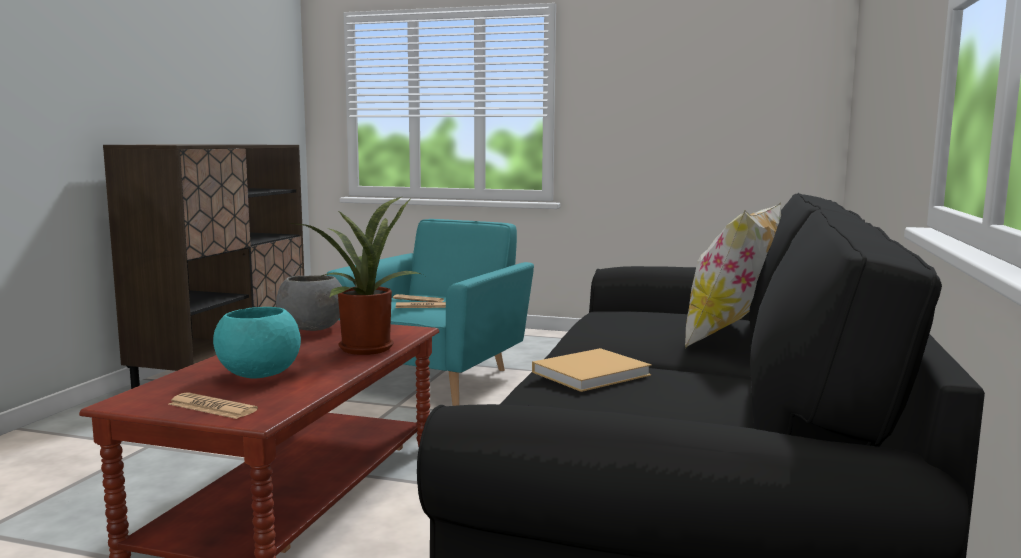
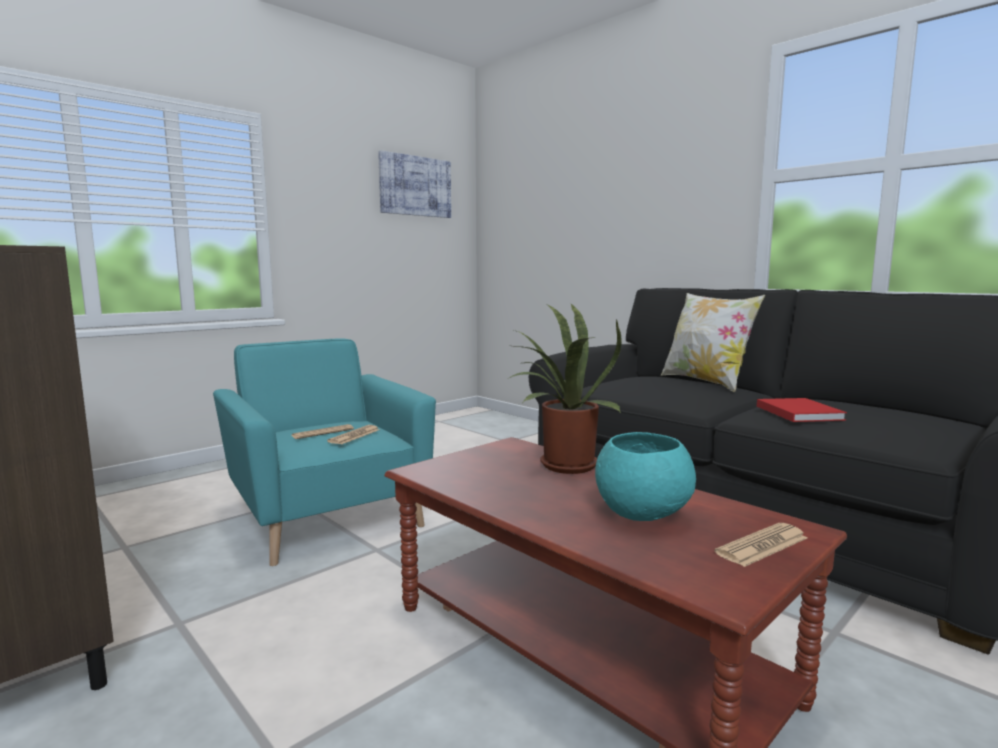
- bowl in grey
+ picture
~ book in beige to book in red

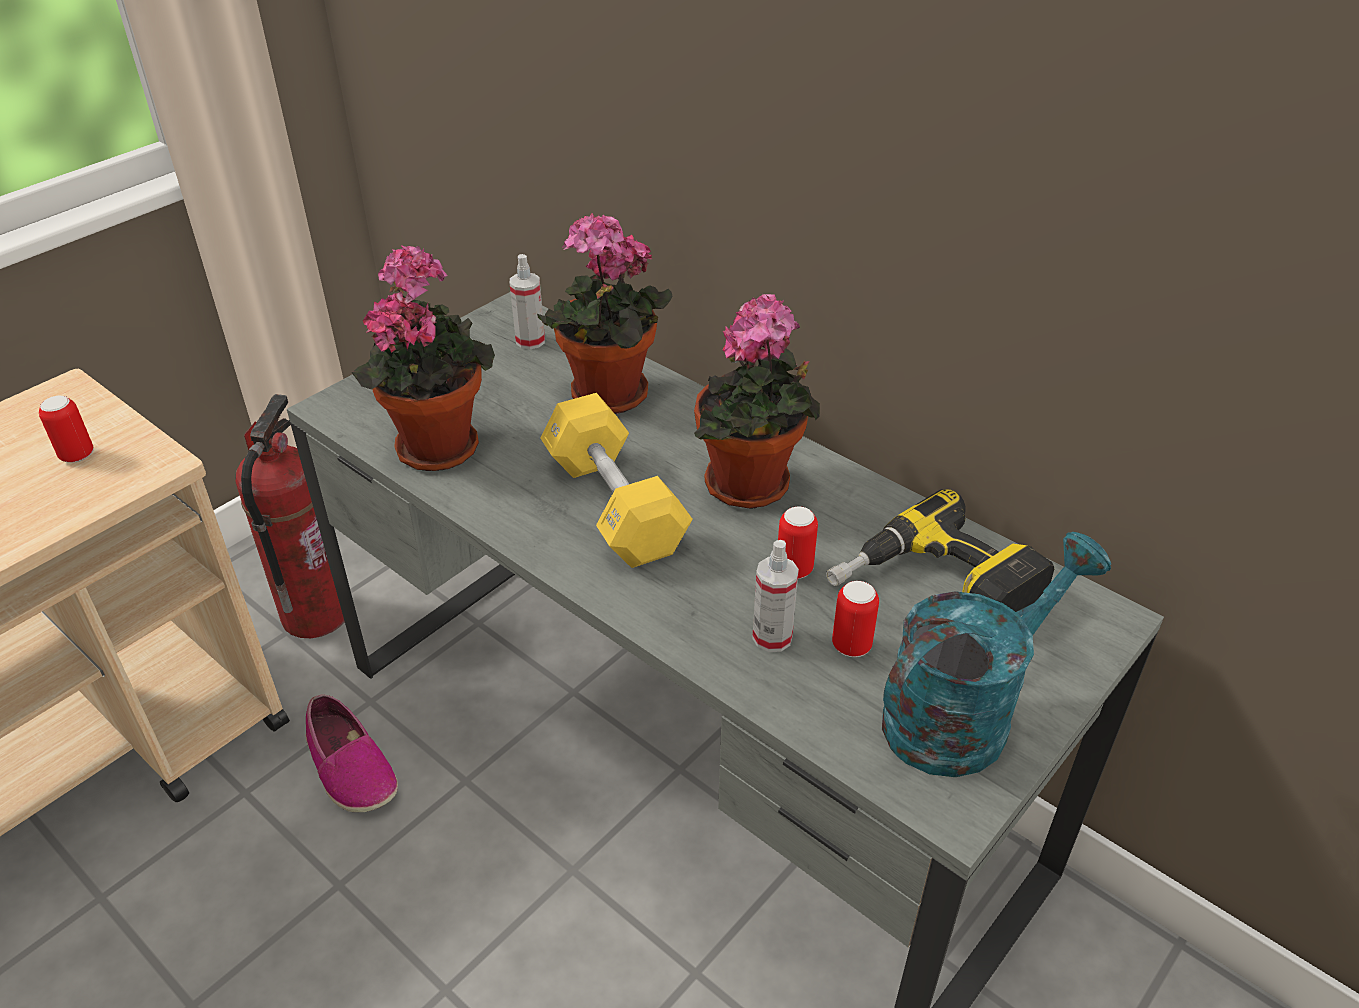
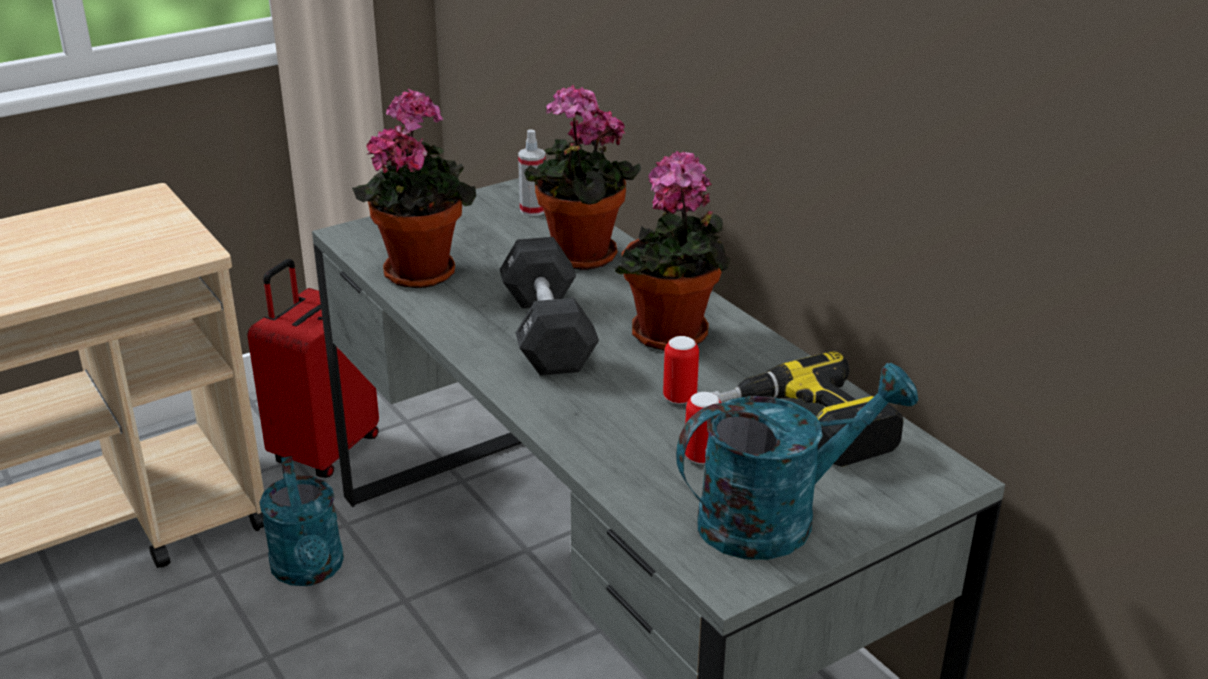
- can (1st from left)
- spray bottle (2nd from left)
~ fire extinguisher to suitcase in red
~ shoe to watering can in turquoise (1st from left)
~ dumbbell in yellow to dumbbell in black

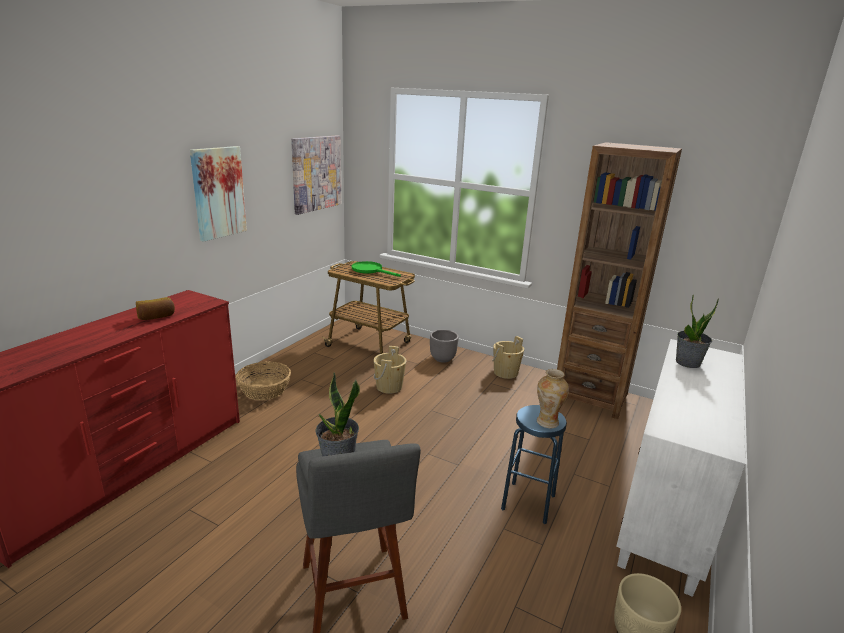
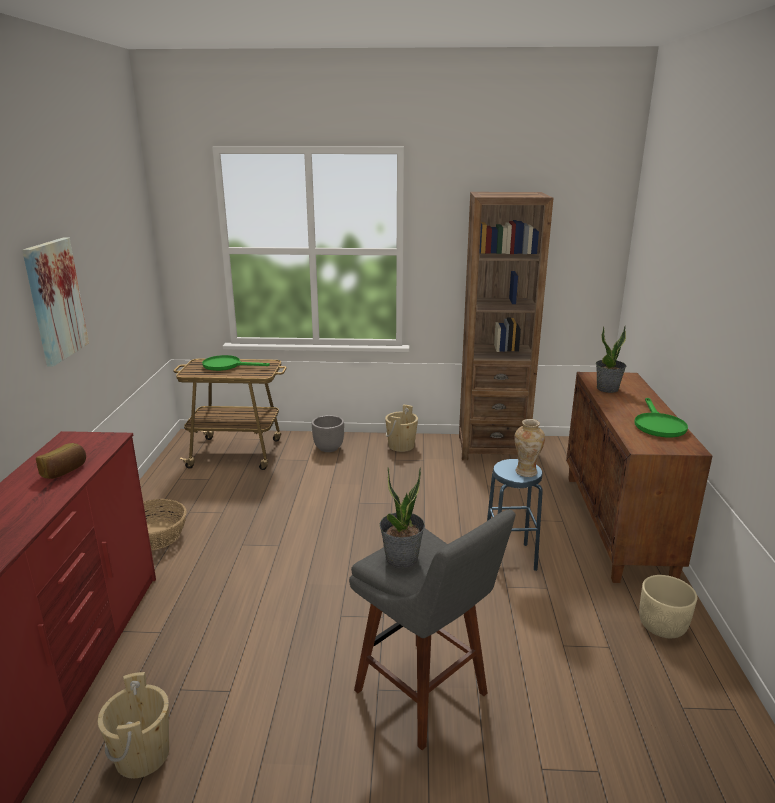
- picture (2nd from left)
+ frying pan in green (2nd from left)
~ bucket in beige (1st from left)
~ cabinet in white to cabinet in brown

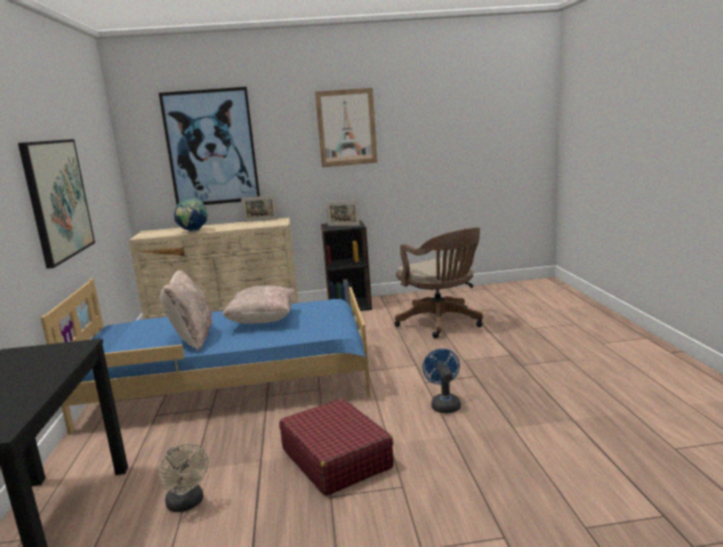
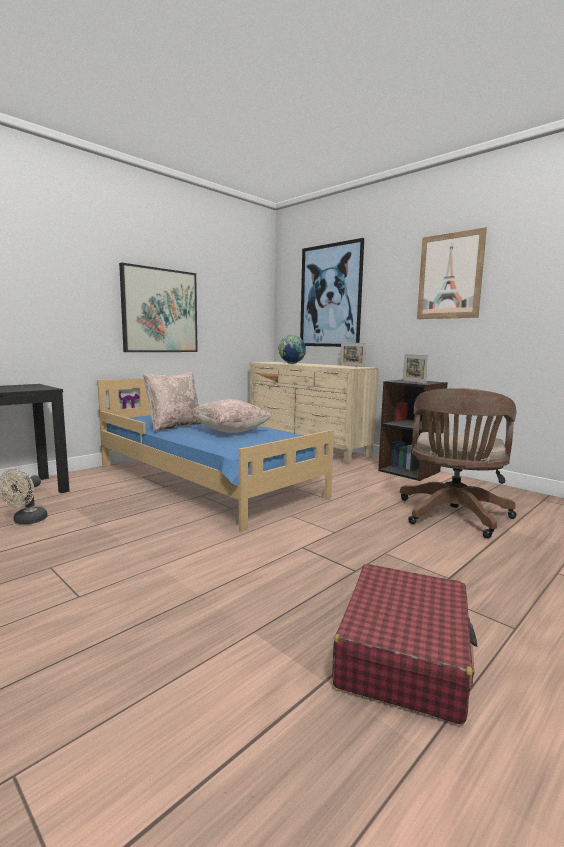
- fan in blue
~ suitcase in red

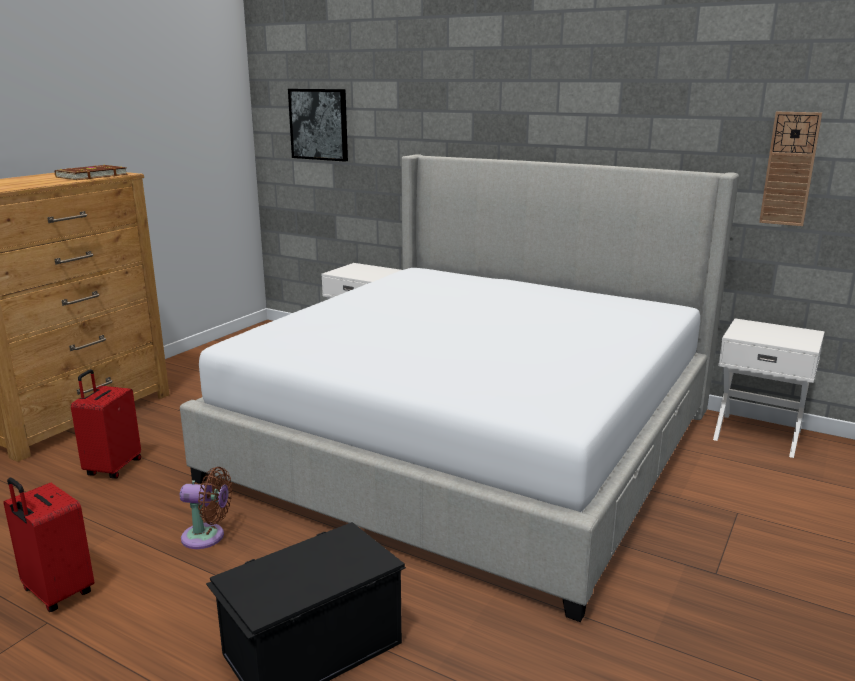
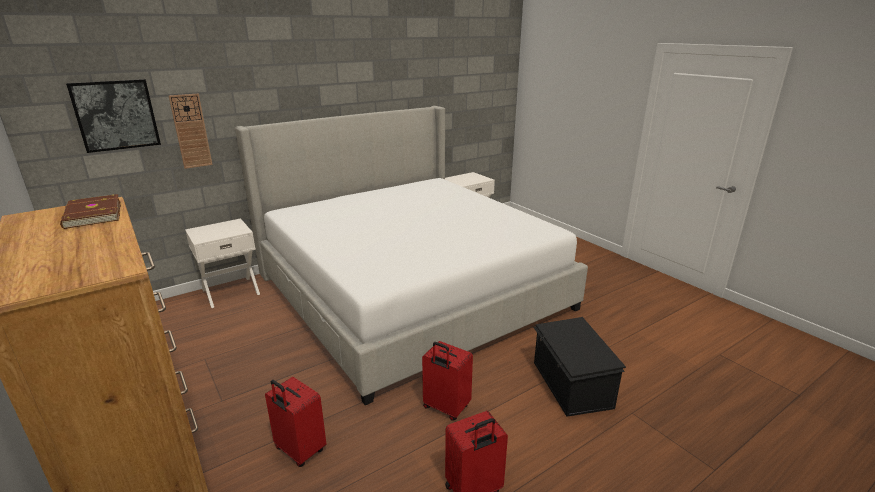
~ wall clock
~ fan in brown to suitcase in red (2nd from left)

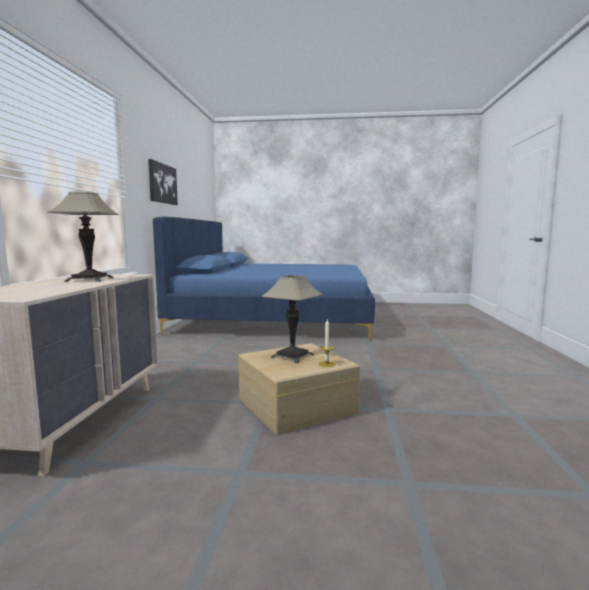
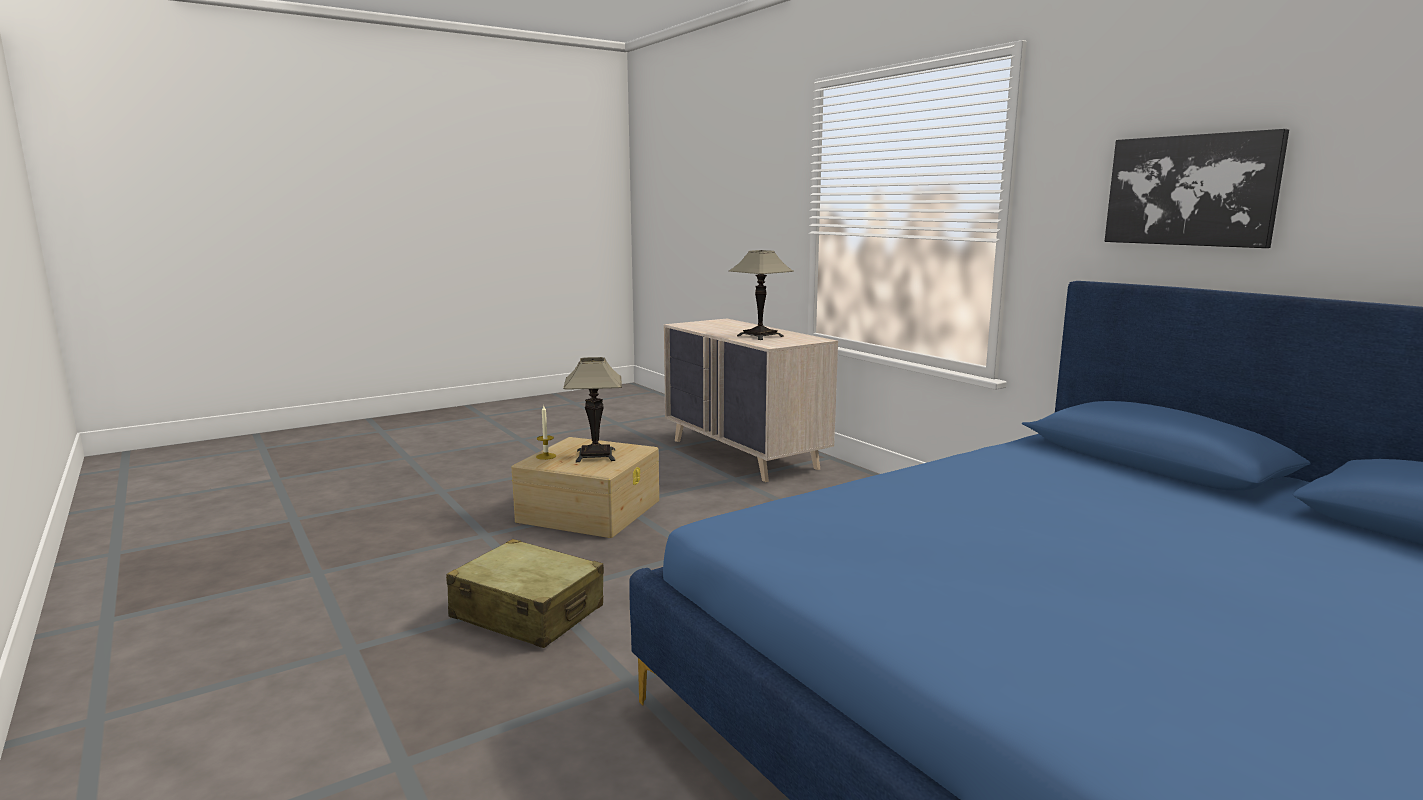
+ suitcase in beige

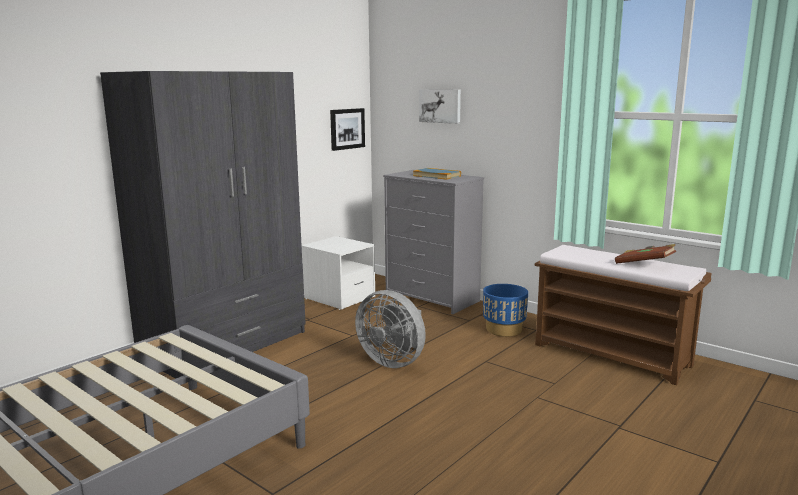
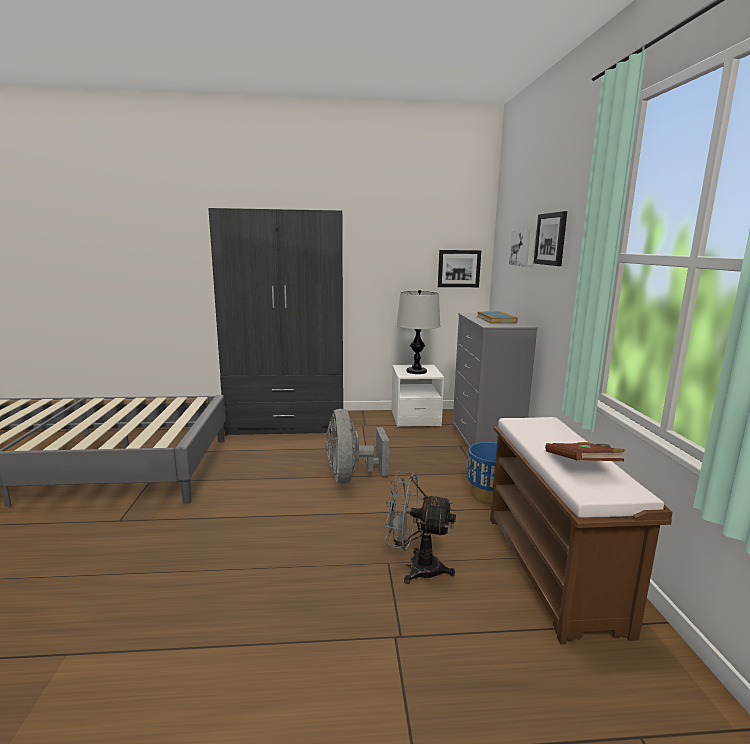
+ fan in grey (2nd from left)
+ table lamp
+ picture (3rd from left)

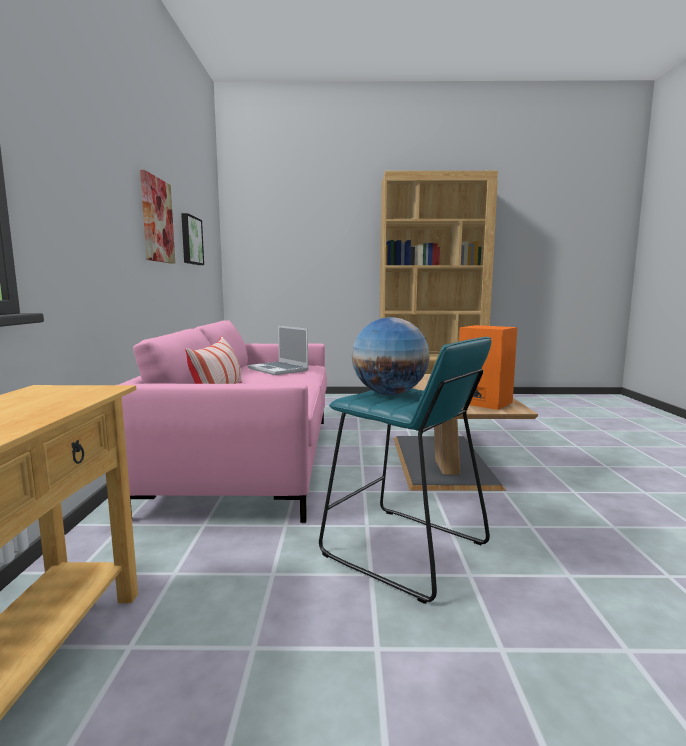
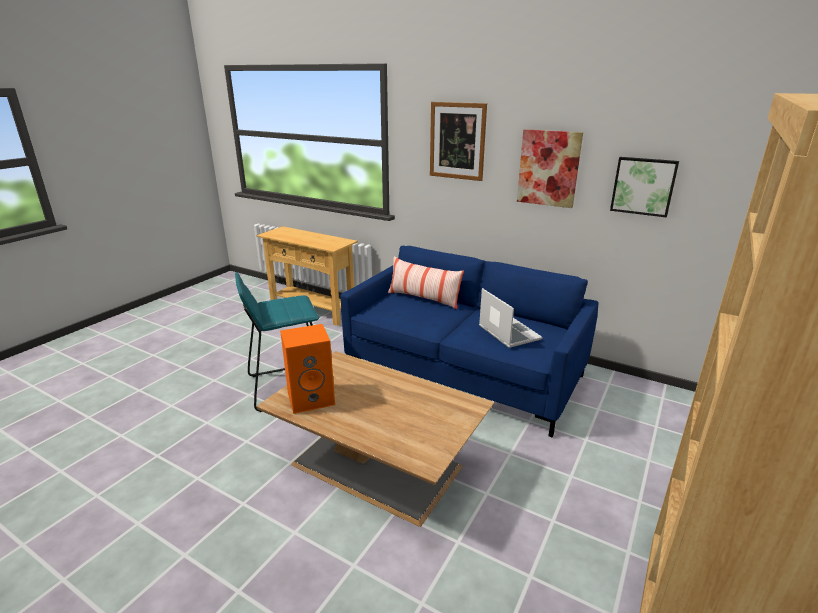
- globe
+ picture (1st from left)
~ sofa in pink to sofa in blue
~ laptop 75 degrees clockwise

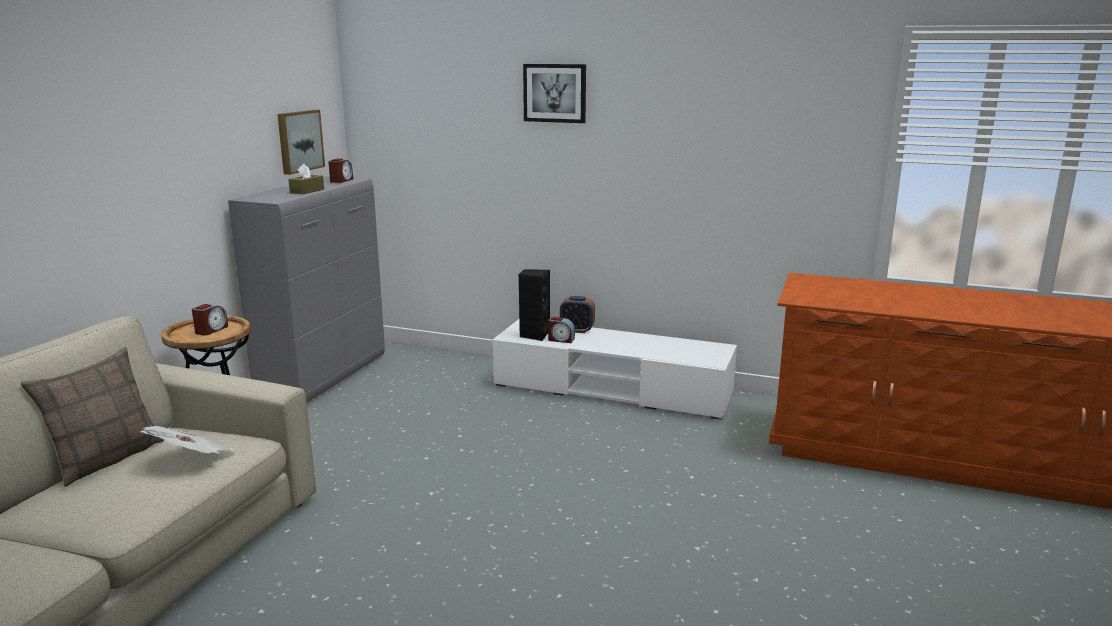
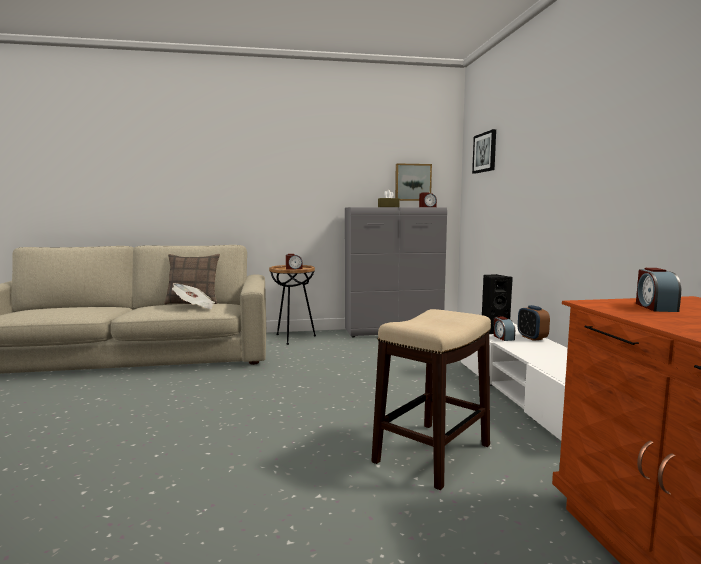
+ stool
+ alarm clock (5th from left)
~ picture (2nd from left)

